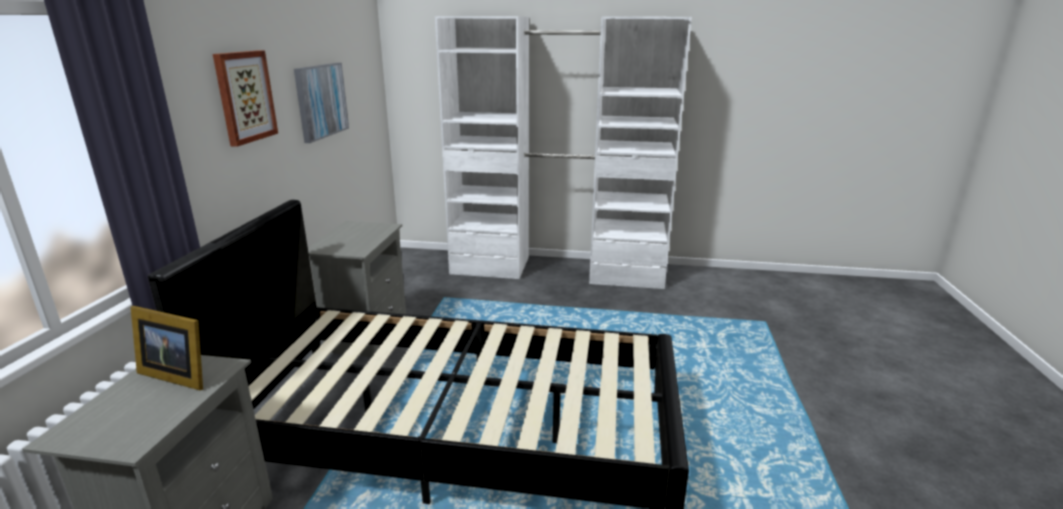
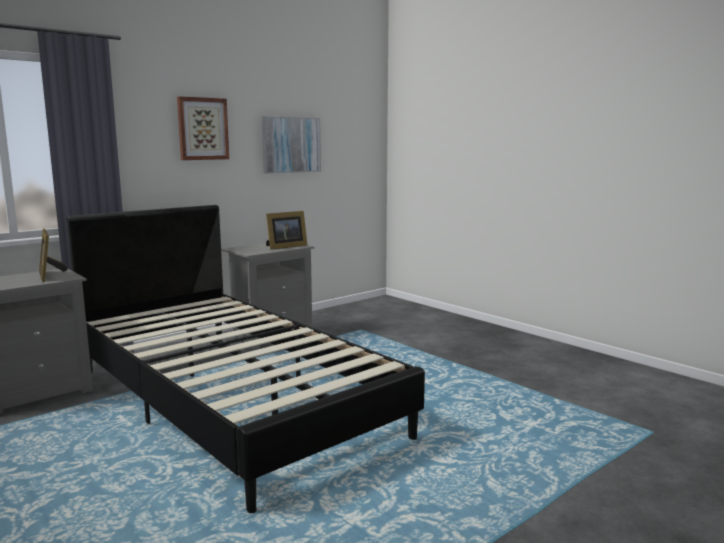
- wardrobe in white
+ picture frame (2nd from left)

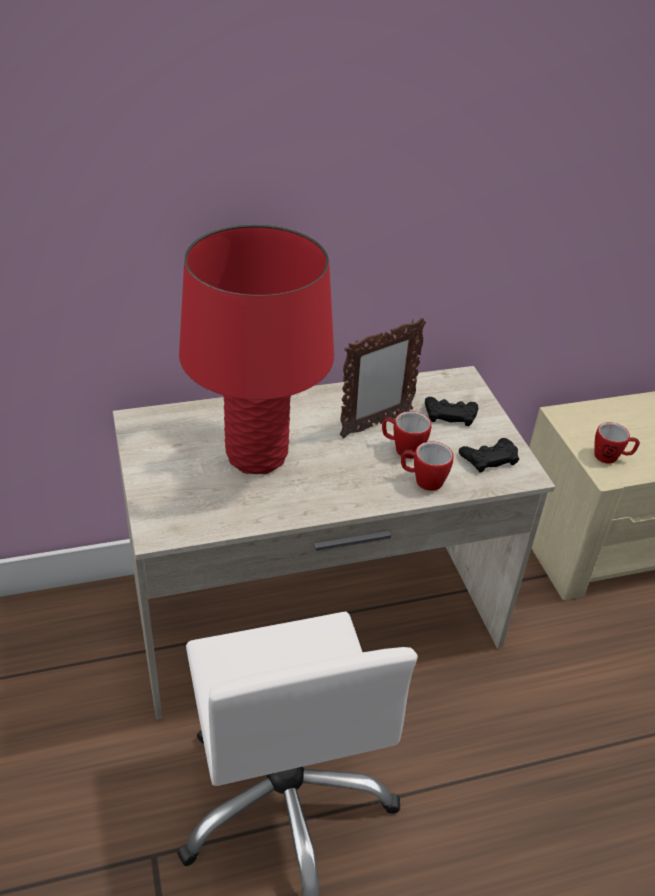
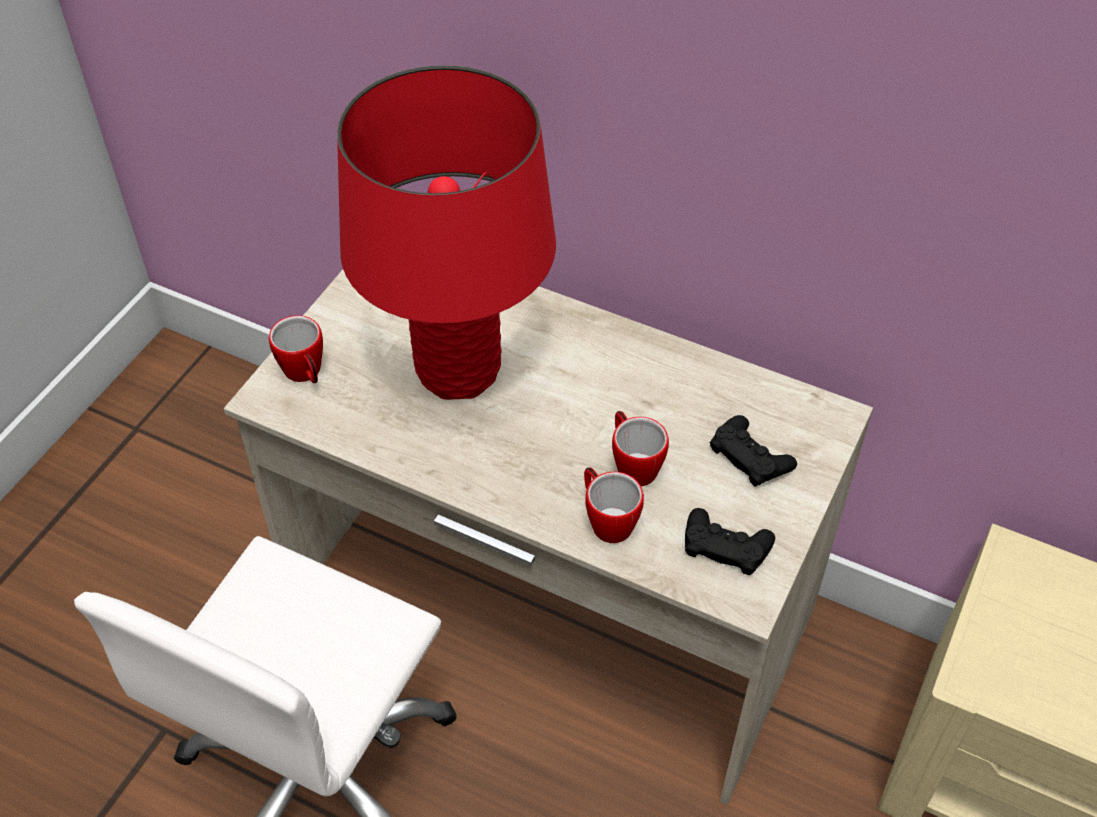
- picture frame
~ mug (3rd from left in the first image) to mug (1st from left)

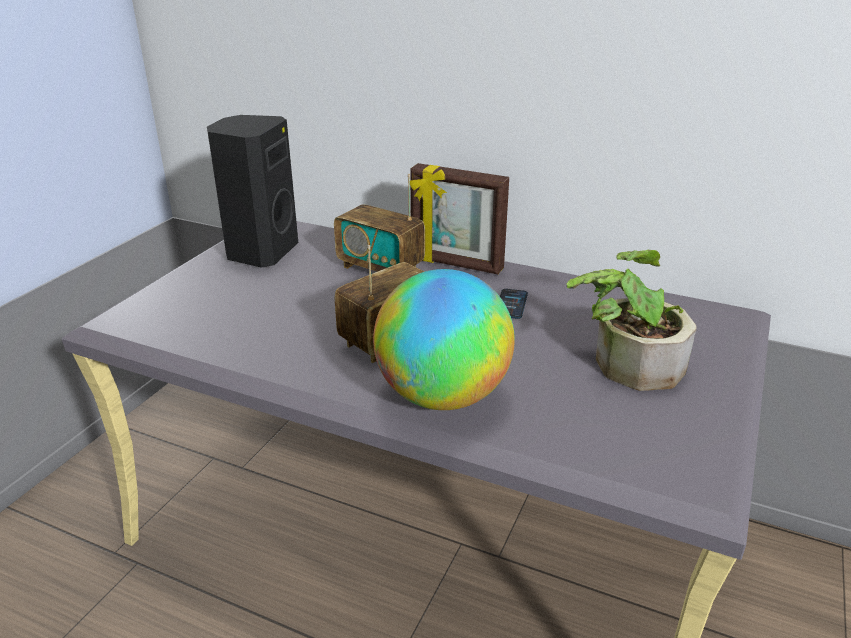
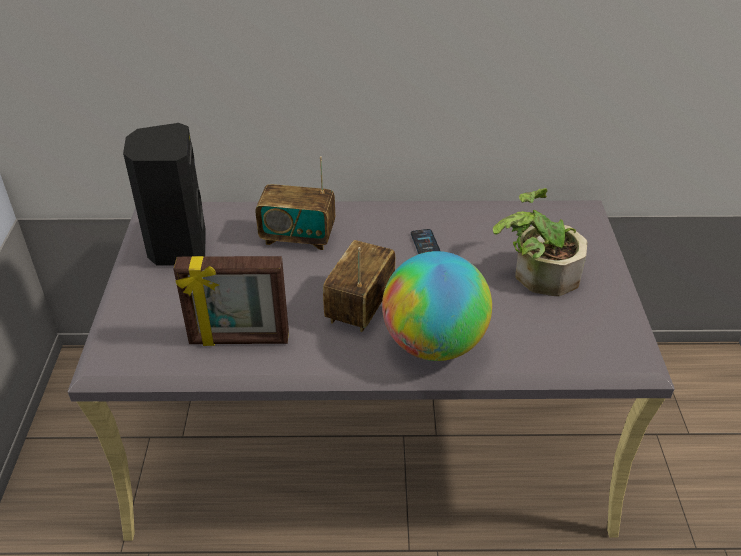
~ picture frame

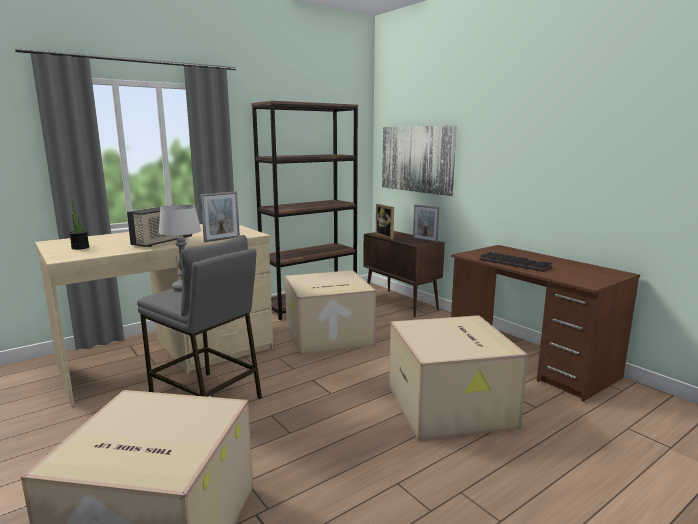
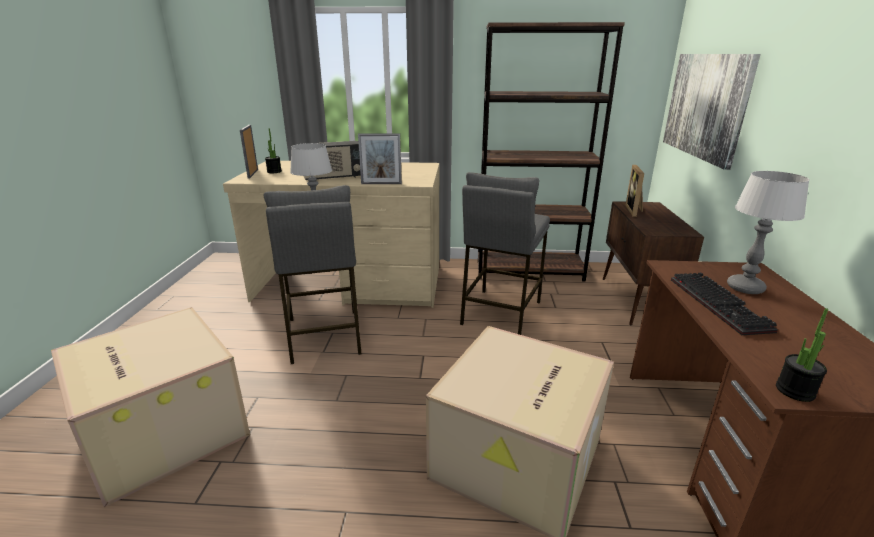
+ table lamp (2nd from left)
+ potted plant (2nd from left)
~ picture frame (3rd from left in the first image) to picture frame (1st from left)
~ cardboard box (2nd from left) to stool in grey (2nd from left)

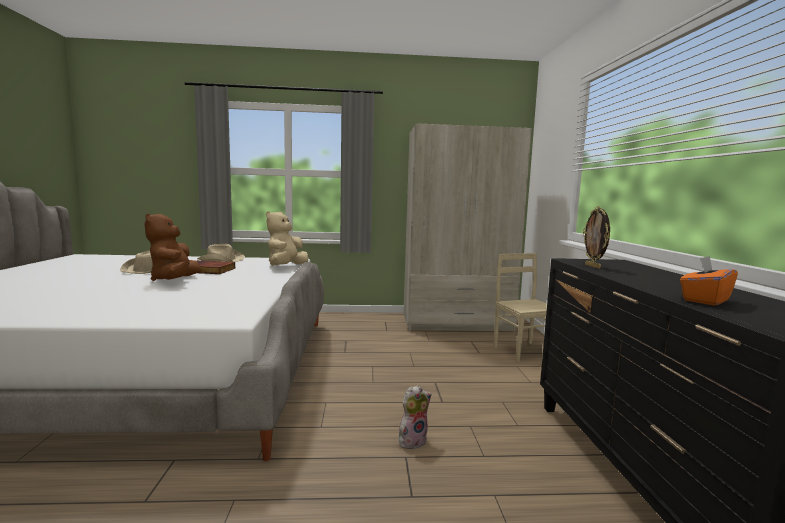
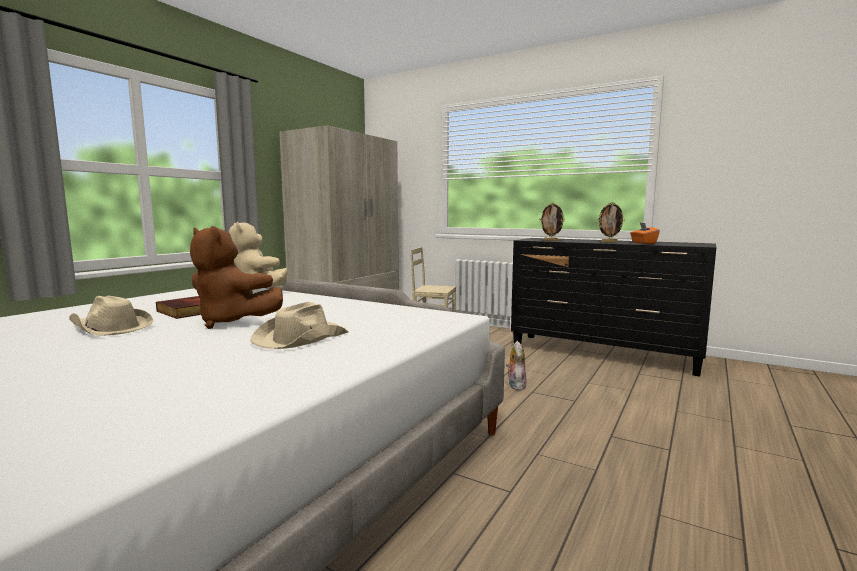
+ picture frame (2nd from left)
~ hat in beige (2nd from left)

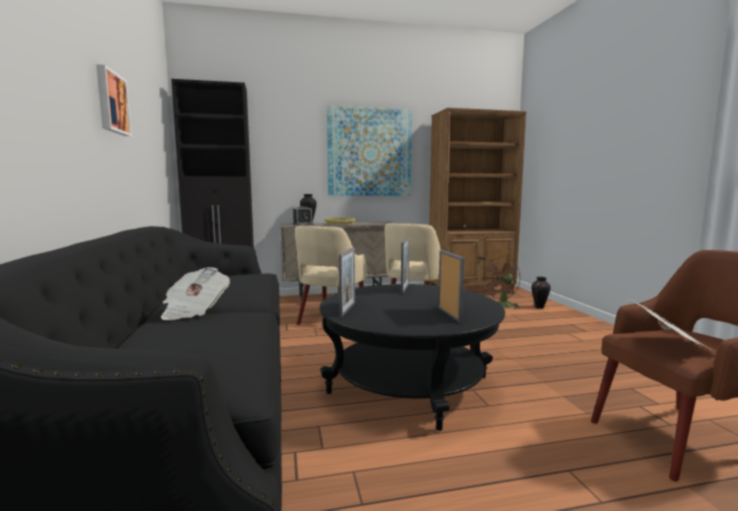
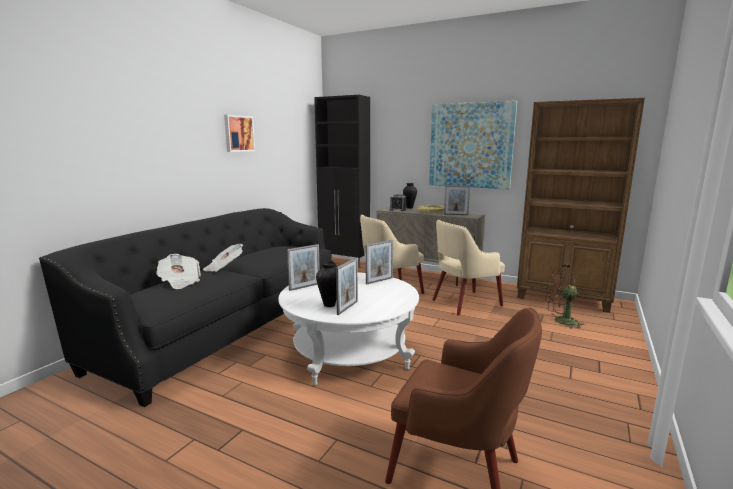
+ picture frame (4th from left)
~ vase (2nd from left in the first image) to vase (1st from left)
~ newspaper (2nd from left in the first image) to newspaper (1st from left)
~ coffee table in black to coffee table in white

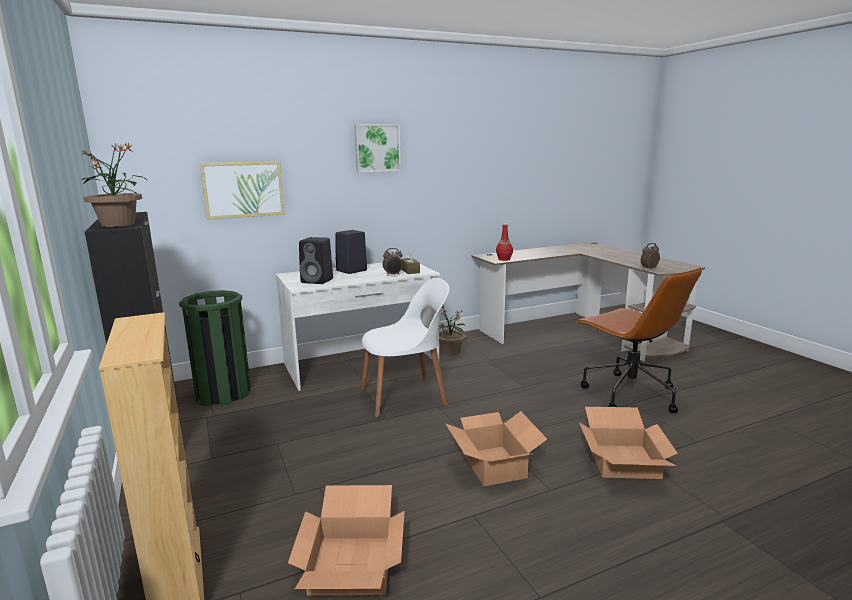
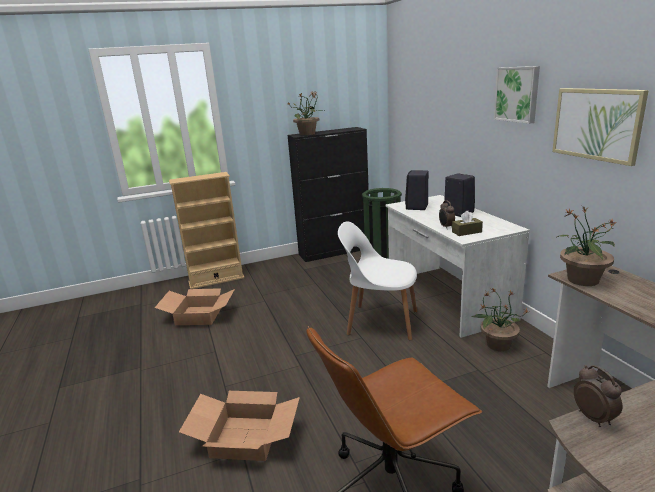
- cardboard box (2nd from left)
~ picture (1st from left in the first image) to picture (2nd from left)
~ bottle in red to potted plant (3rd from left)
~ chair in white 120 degrees clockwise

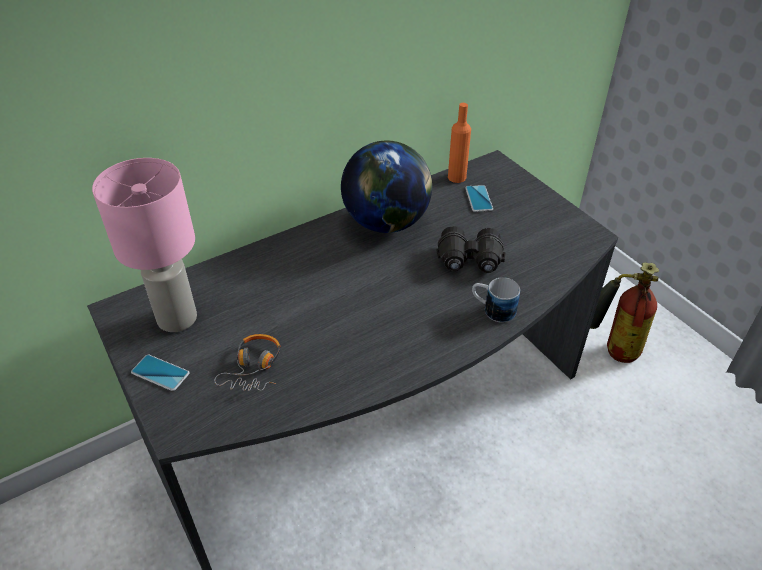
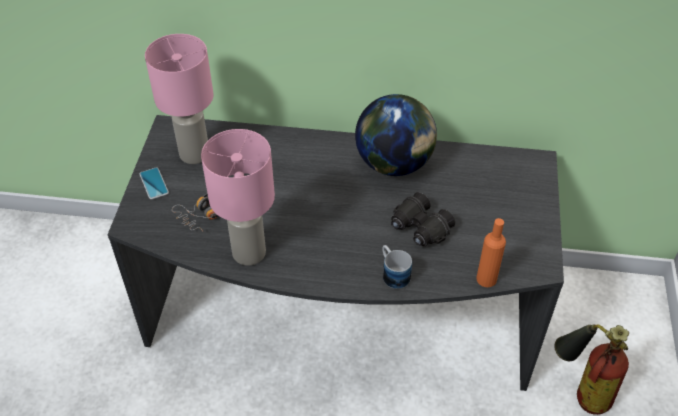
- phone (2nd from left)
+ table lamp in pink (2nd from left)
~ bottle in orange

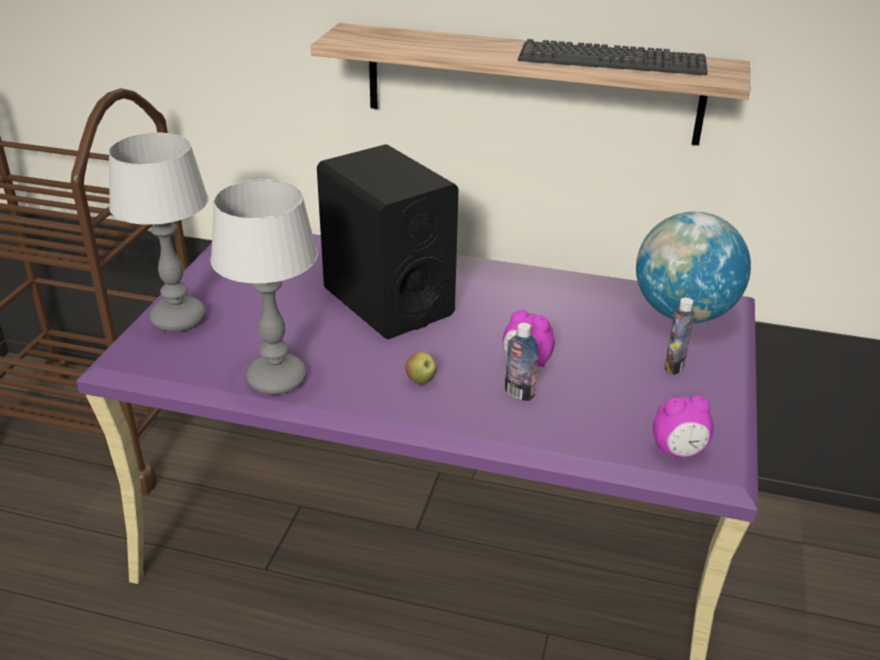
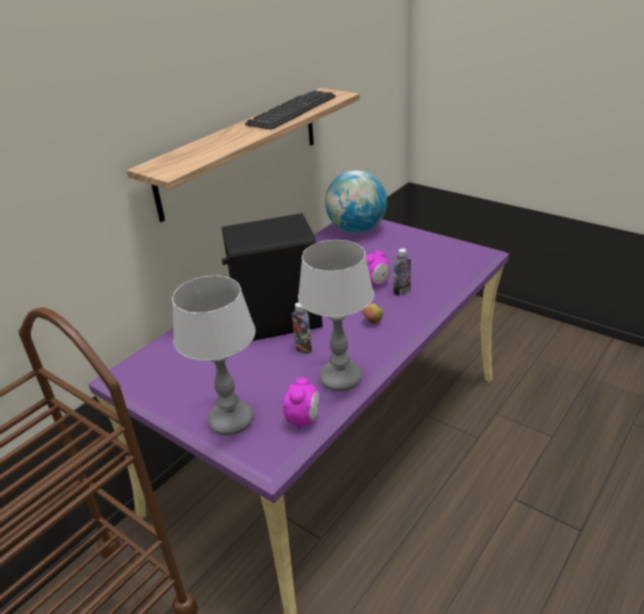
~ alarm clock (2nd from left in the first image) to alarm clock (1st from left)
~ bottle (2nd from left in the first image) to bottle (1st from left)

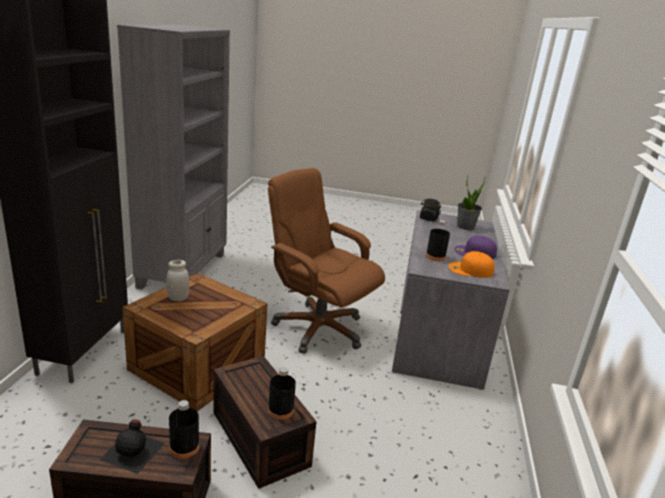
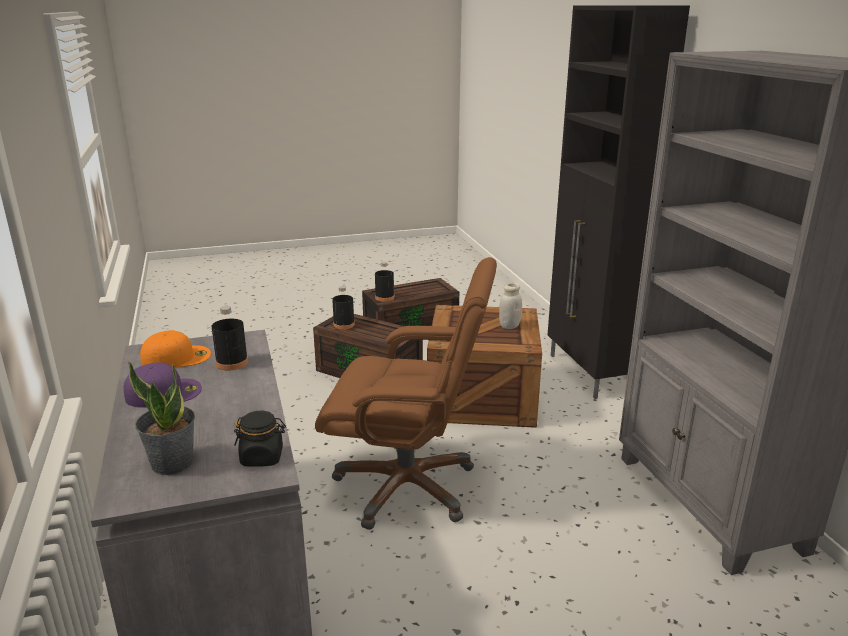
- bottle in black (1st from left)

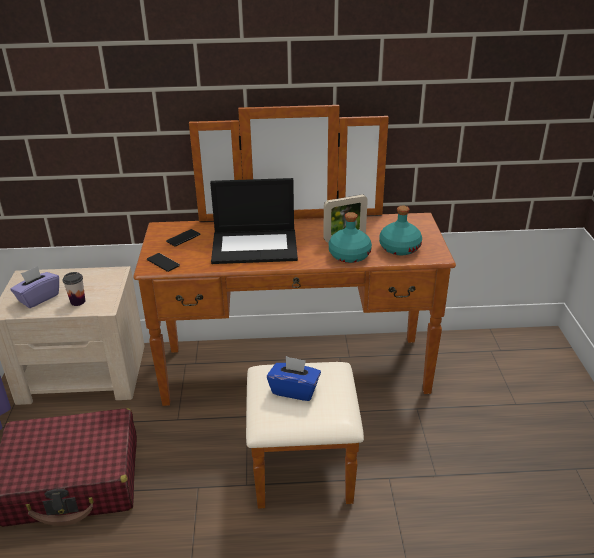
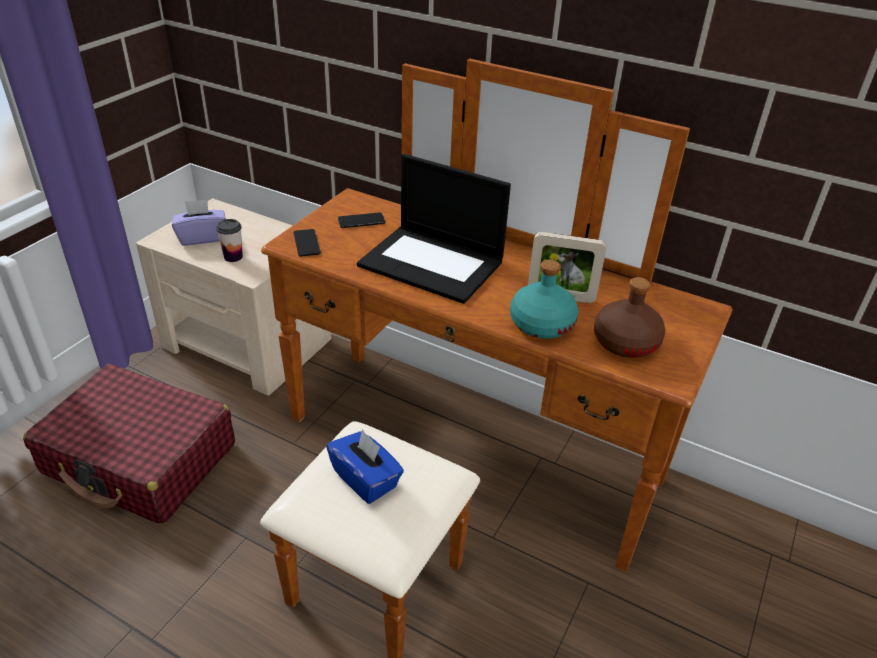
~ bottle in turquoise (2nd from left) to bottle in brown

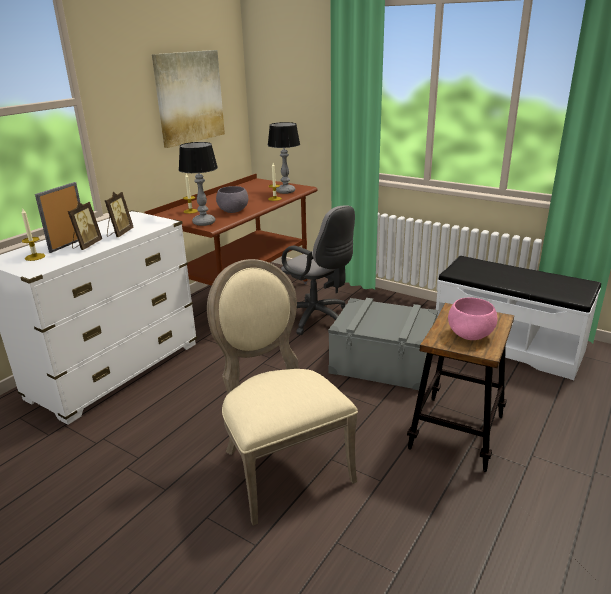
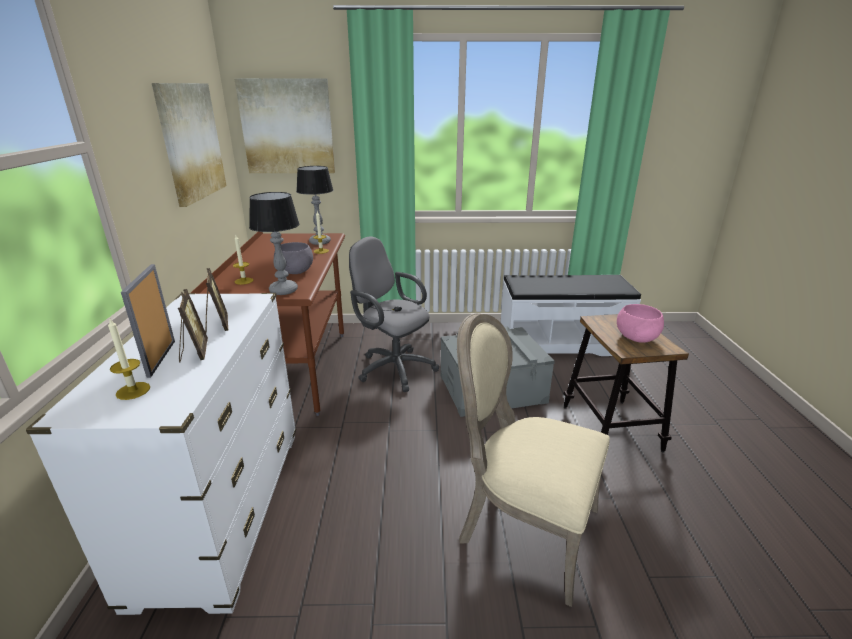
+ picture (2nd from left)
~ office chair in grey 150 degrees counterclockwise

